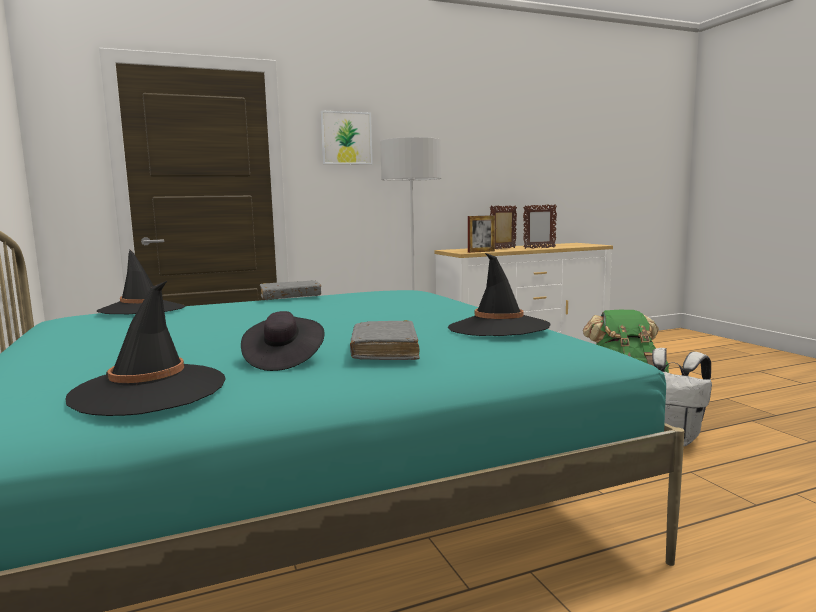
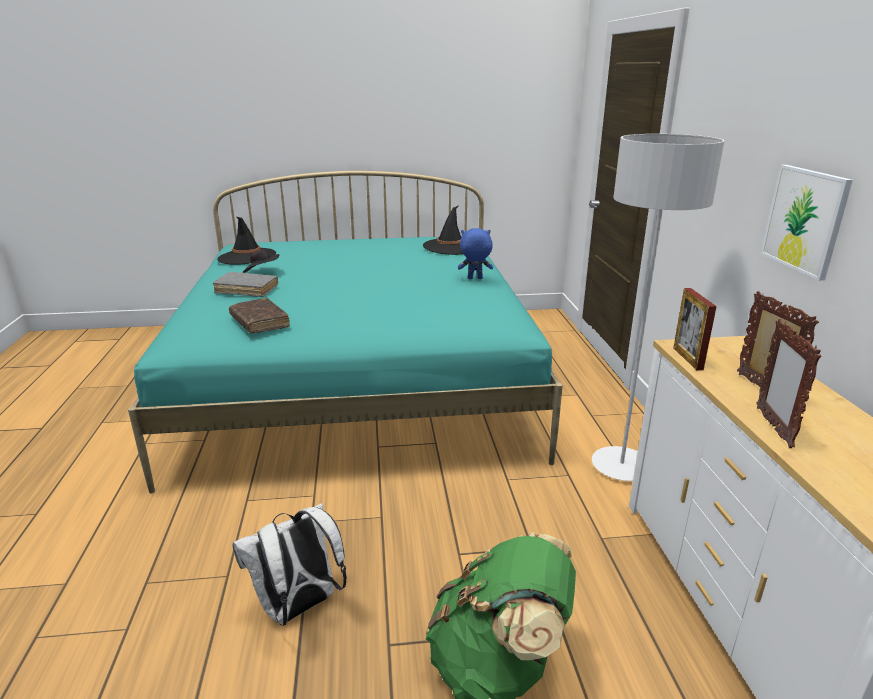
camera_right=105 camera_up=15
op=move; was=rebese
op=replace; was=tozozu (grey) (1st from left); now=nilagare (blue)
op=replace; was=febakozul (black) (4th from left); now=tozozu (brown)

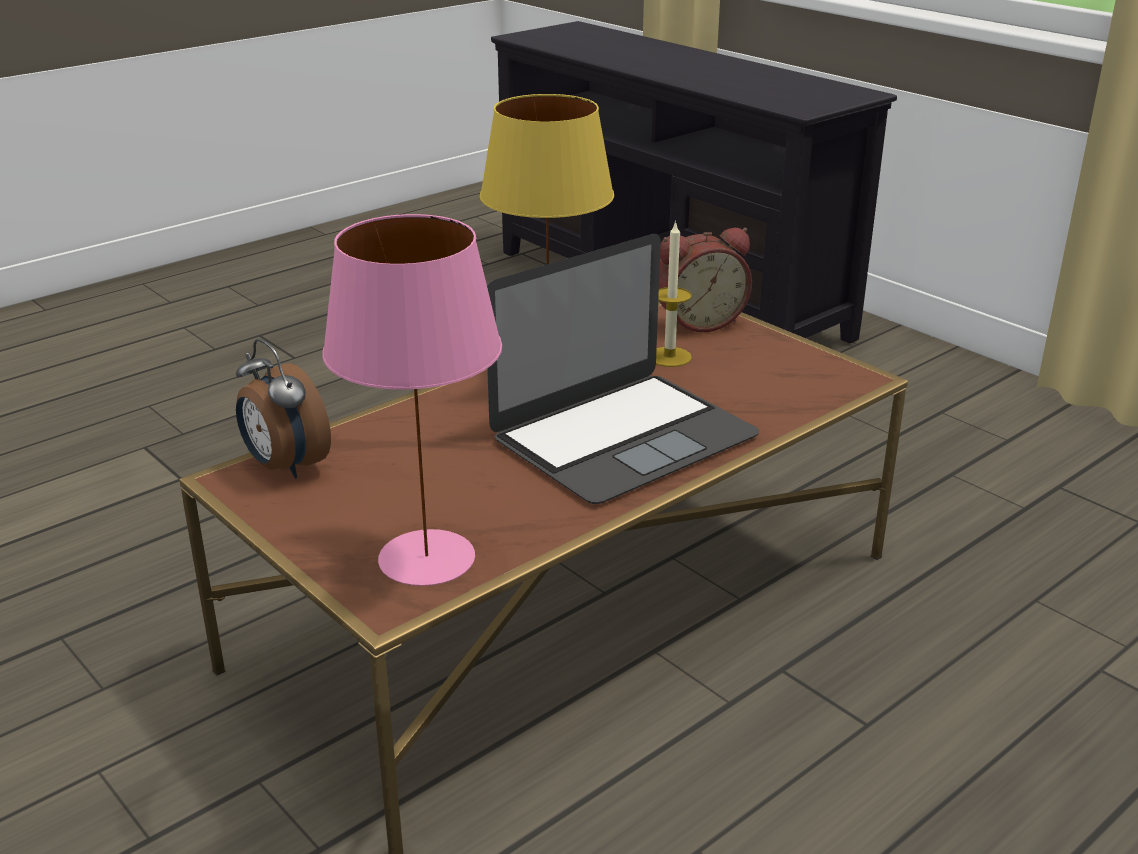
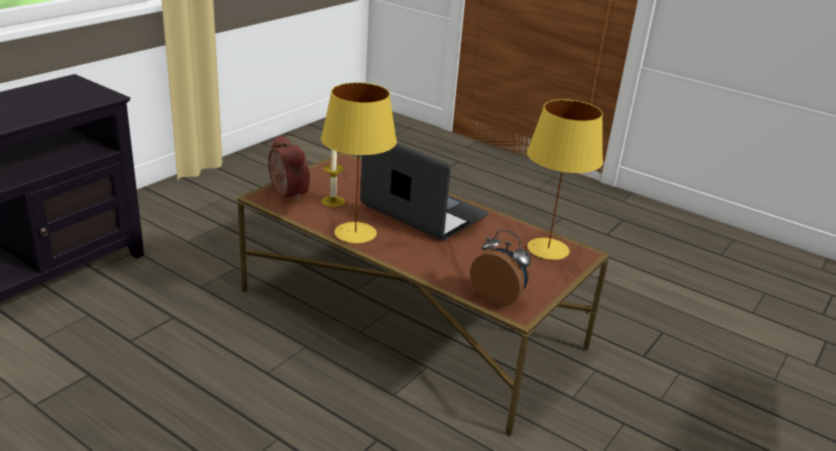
camera_right=-105 camera_up=0
op=recolor; was=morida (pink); now=morida (yellow) (2nd from left)
op=rotate; was=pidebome (1st from left in the first image); clockwise=-90

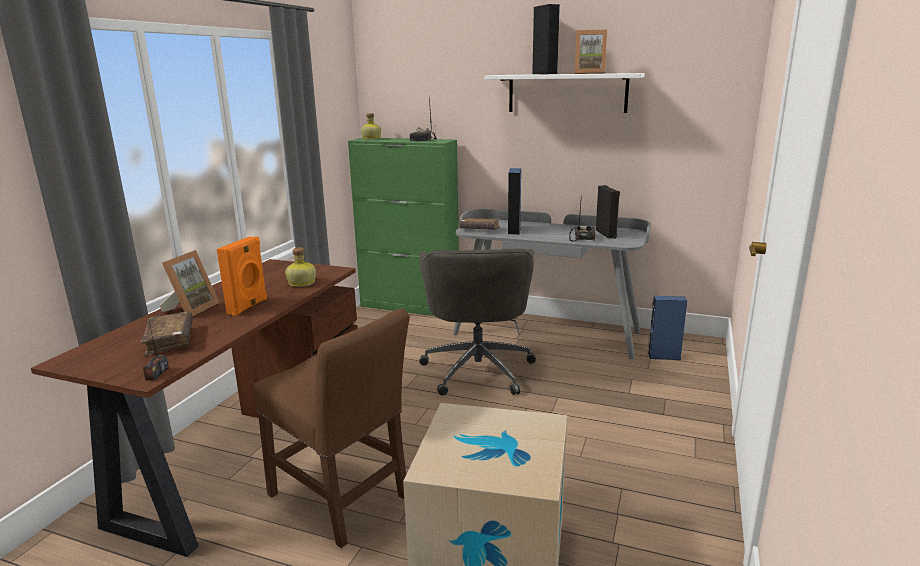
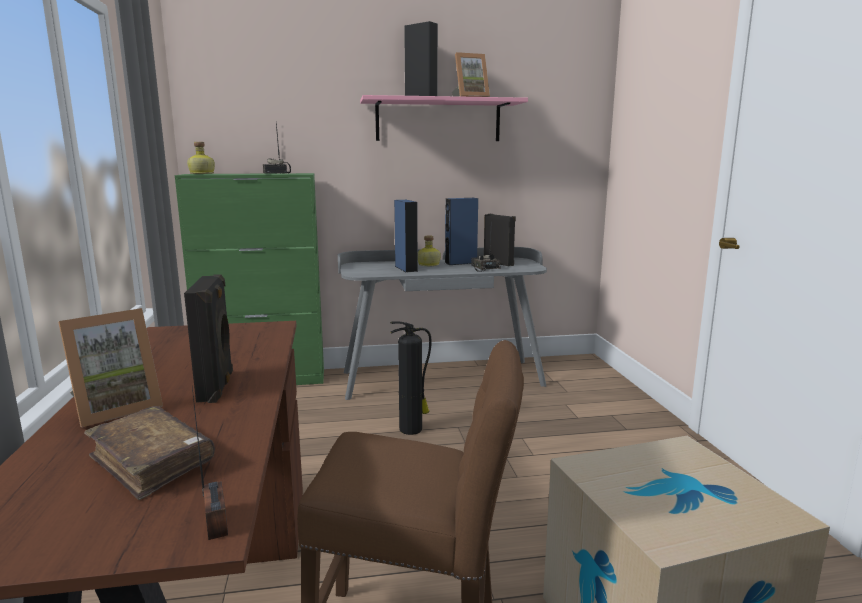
camera_right=-30 camera_up=-5
op=delete; was=tozozu (brown) (2nd from left)
op=move; was=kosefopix (1st from left in the first image); now=kosefopix (2nd from left)
op=move; was=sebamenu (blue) (2nd from left)
op=replace; was=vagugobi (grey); now=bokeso
op=recolor; was=sebamenu (orange); now=sebamenu (black) (1st from left)
op=recolor; was=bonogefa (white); now=bonogefa (pink)
op=rotate; was=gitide (1st from left); clockwise=60

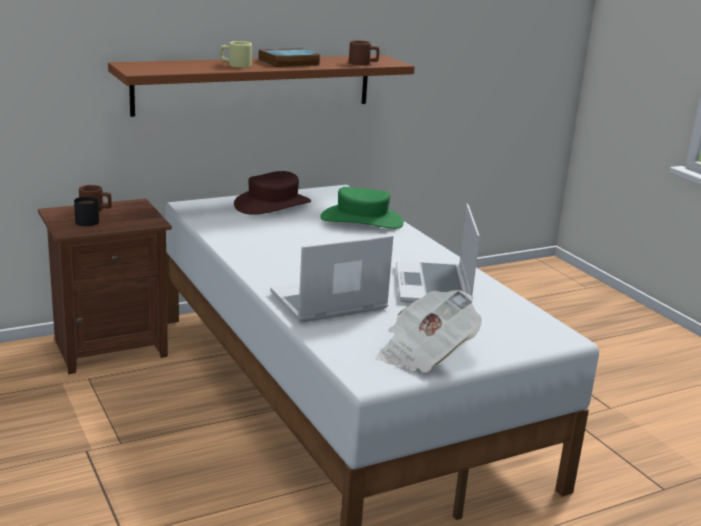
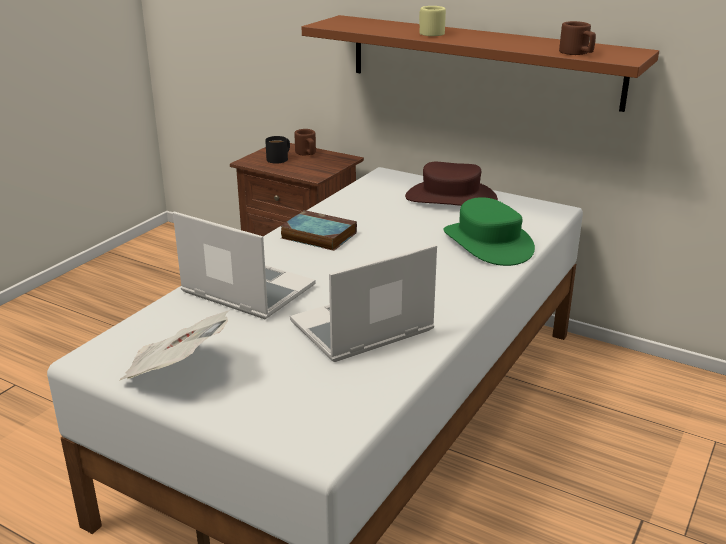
camera_right=60 camera_up=5
op=move; was=tozozu

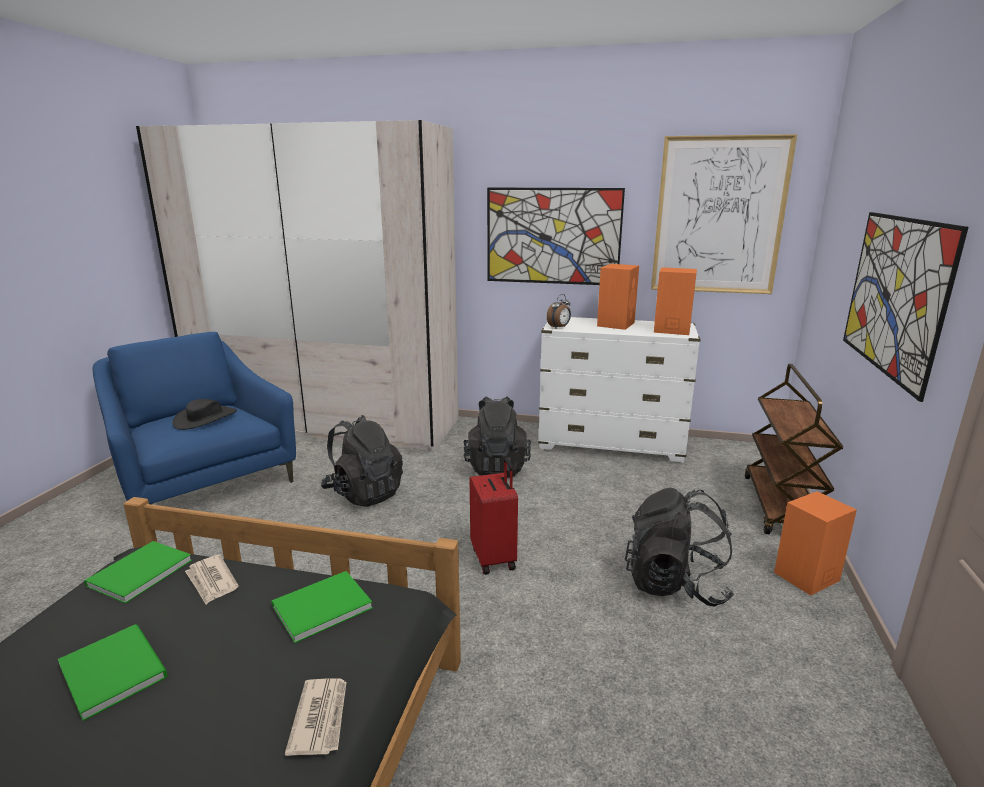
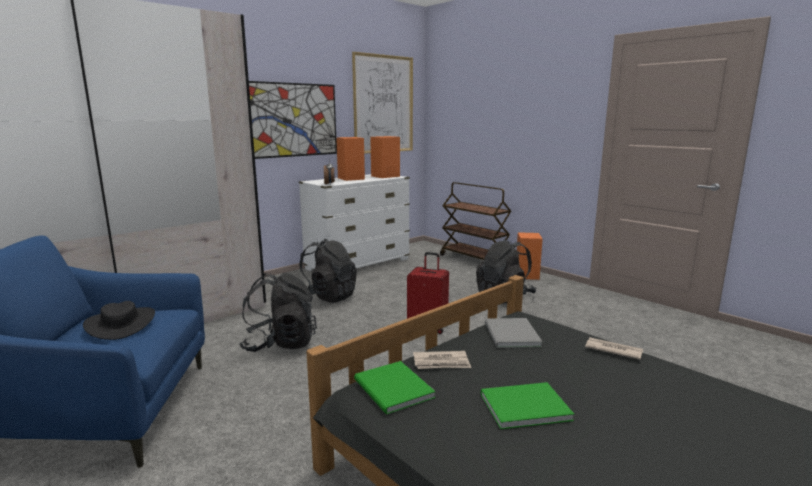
camera_right=-55 camera_up=-5
op=delete; was=rebese (3rd from left)
op=recolor; was=tozozu (green) (3rd from left); now=tozozu (grey)

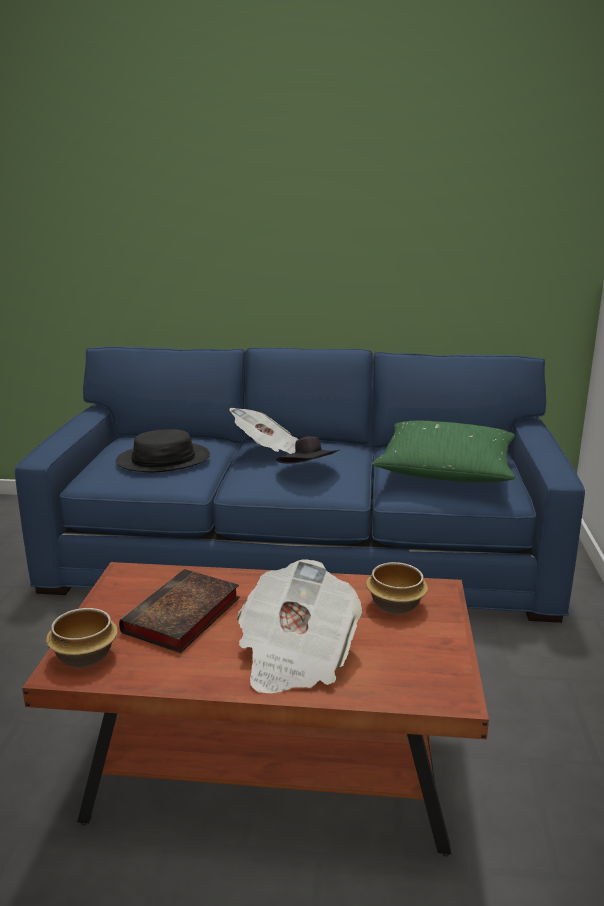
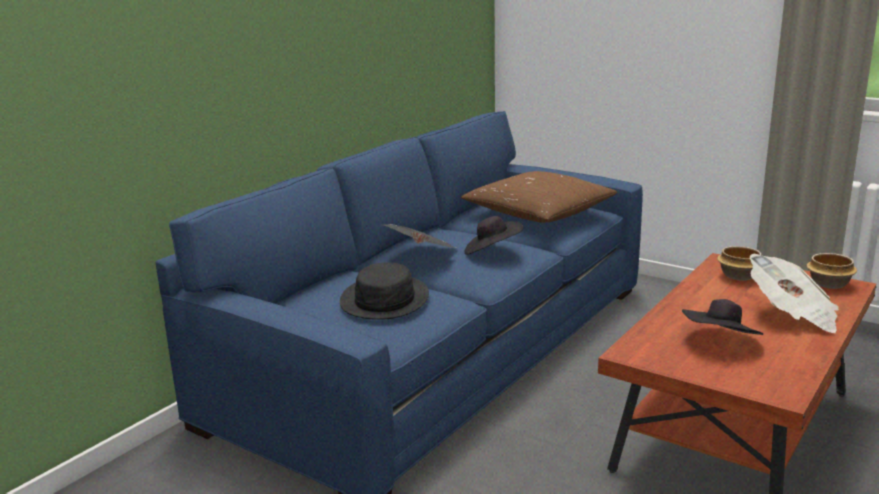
camera_right=-60 camera_up=0
op=move; was=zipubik (1st from left in the first image); now=zipubik (2nd from left)
op=replace; was=tozozu; now=febakozul (black) (3rd from left)
op=recolor; was=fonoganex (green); now=fonoganex (brown)

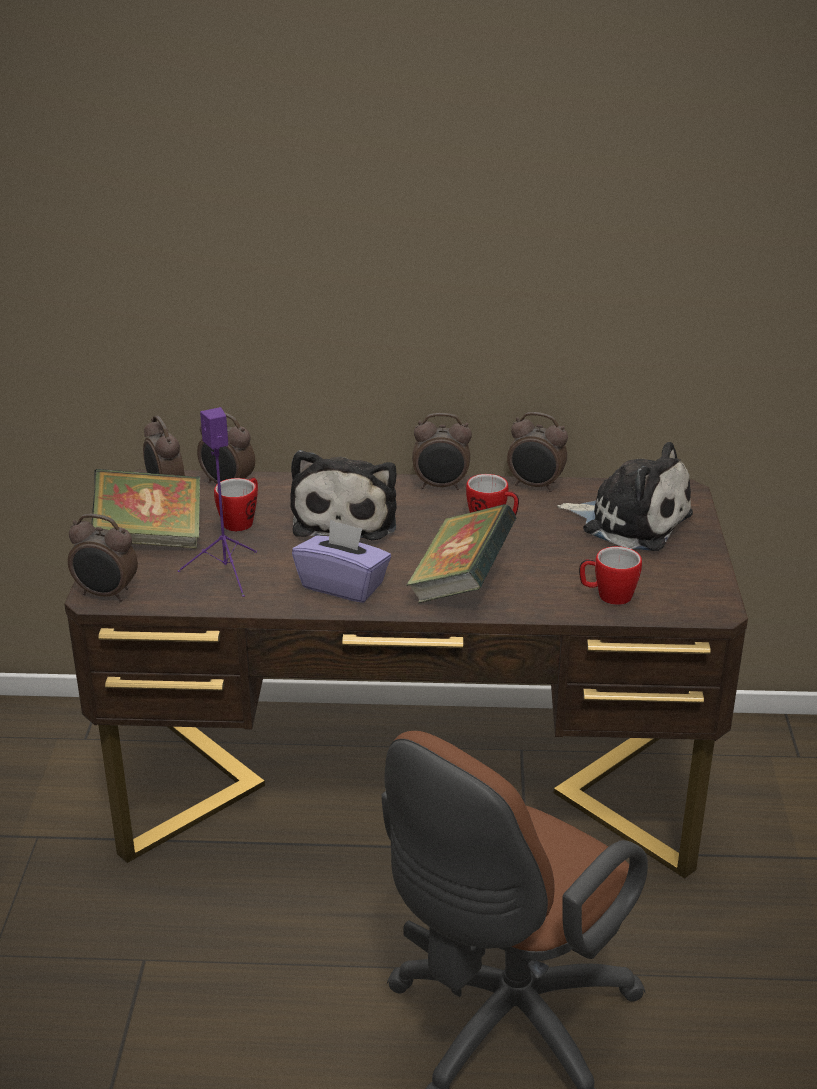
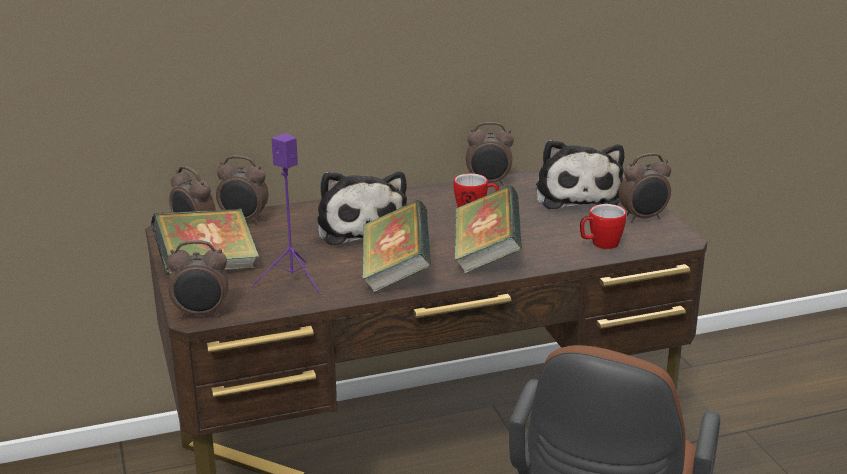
camera_right=-20 camera_up=-5
op=delete; was=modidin (1st from left)
op=move; was=pidebome (4th from left in the first image); now=pidebome (5th from left)
op=replace; was=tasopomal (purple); now=tozozu (2nd from left)
op=rotate; was=nilagare (2nd from left); clockwise=75

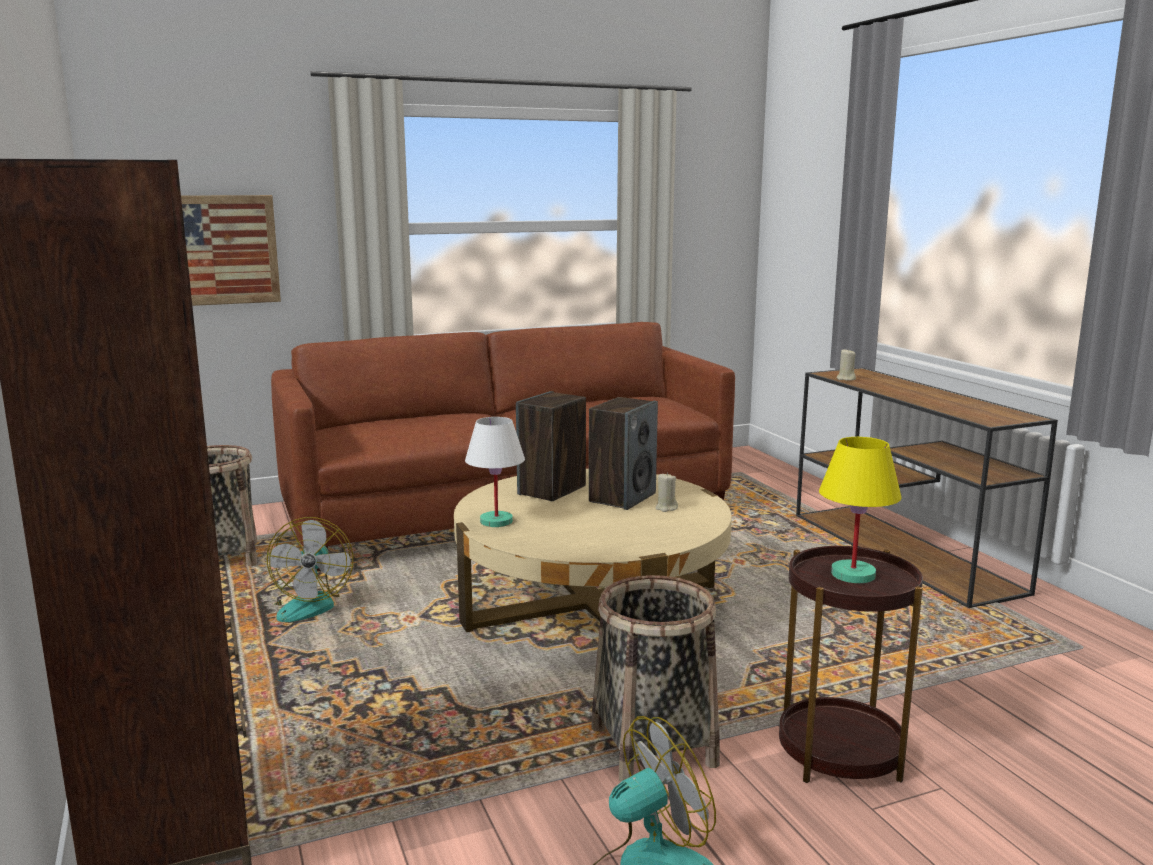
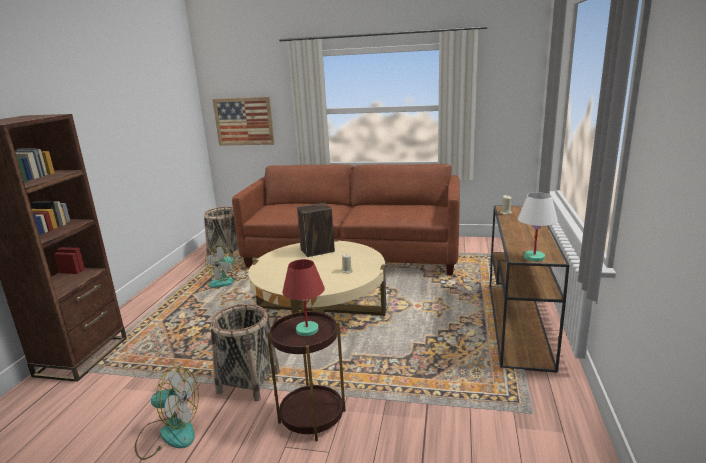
camera_right=35 camera_up=5
op=delete; was=sebamenu (2nd from left)
op=move; was=morida (white)
op=recolor; was=morida (yellow); now=morida (red)

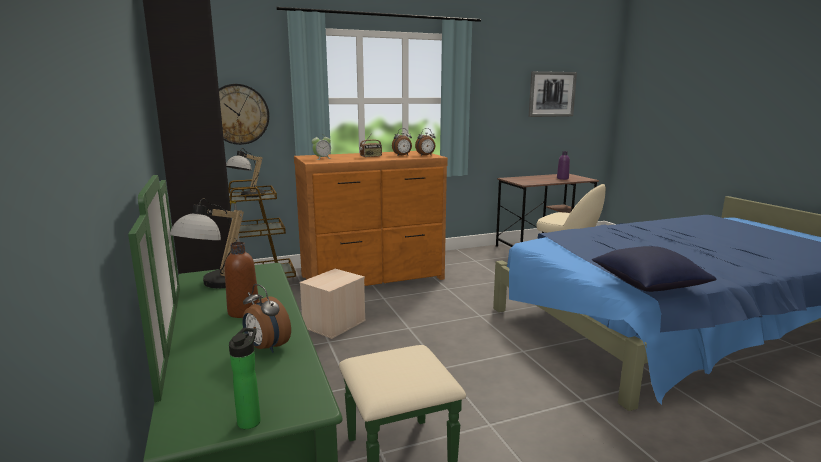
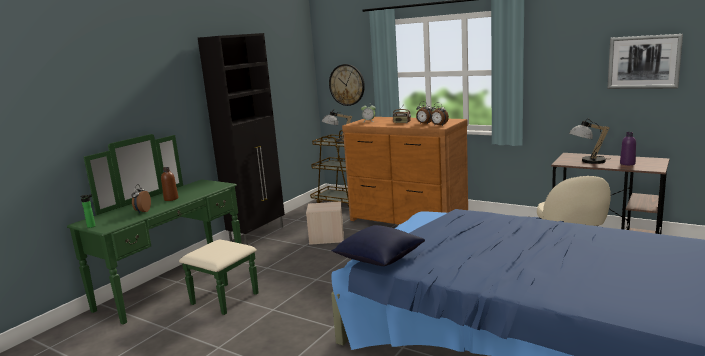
camera_right=55 camera_up=0
op=move; was=morida (1st from left in the first image); now=morida (2nd from left)

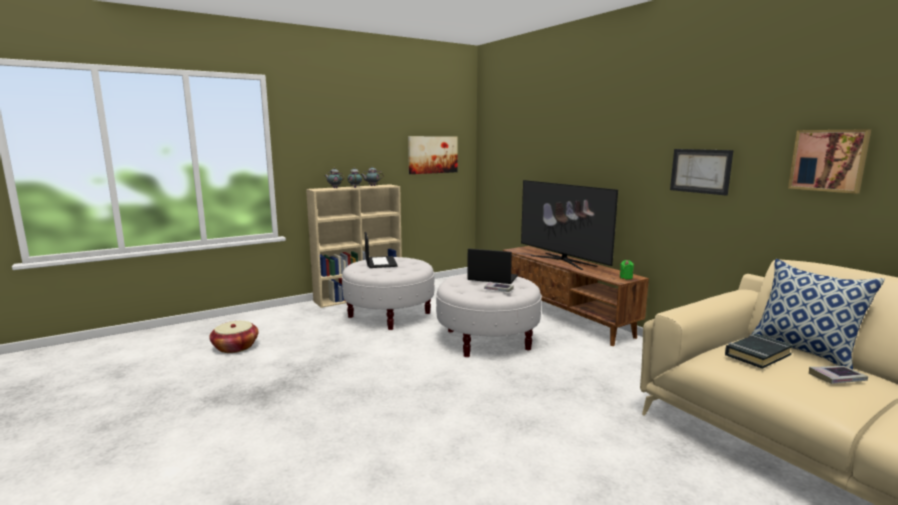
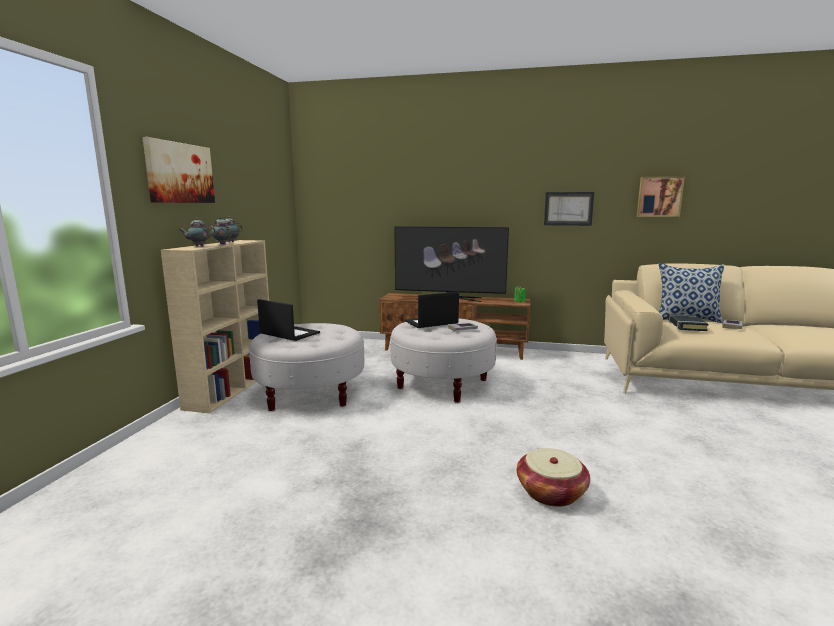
camera_right=-45 camera_up=0
op=move; was=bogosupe
op=move; was=rebese (1st from left)

